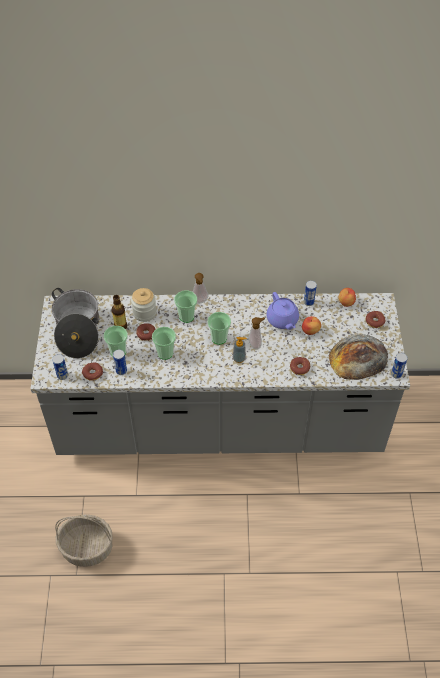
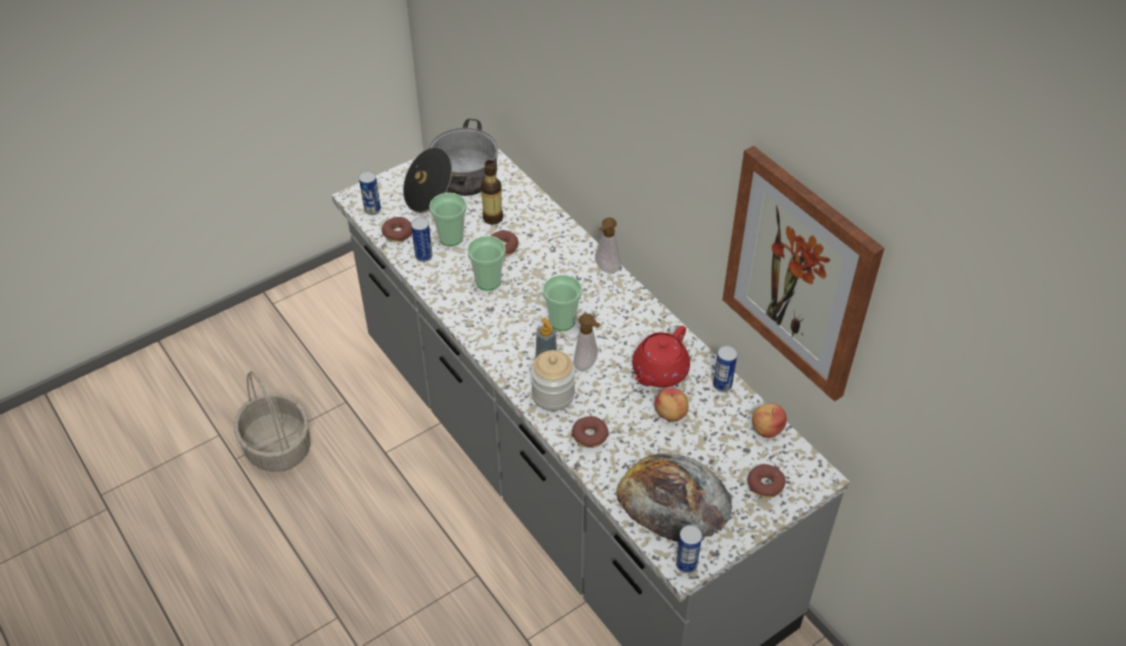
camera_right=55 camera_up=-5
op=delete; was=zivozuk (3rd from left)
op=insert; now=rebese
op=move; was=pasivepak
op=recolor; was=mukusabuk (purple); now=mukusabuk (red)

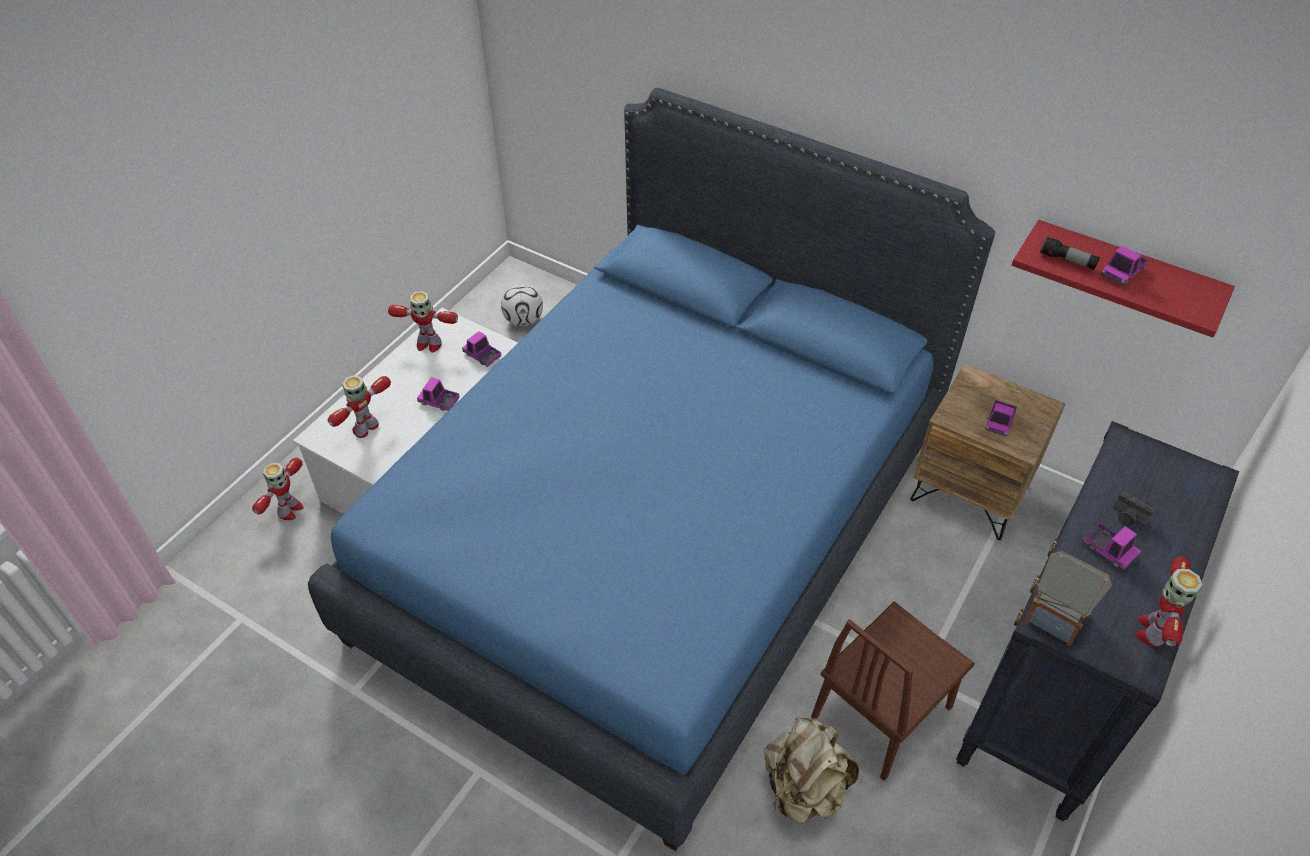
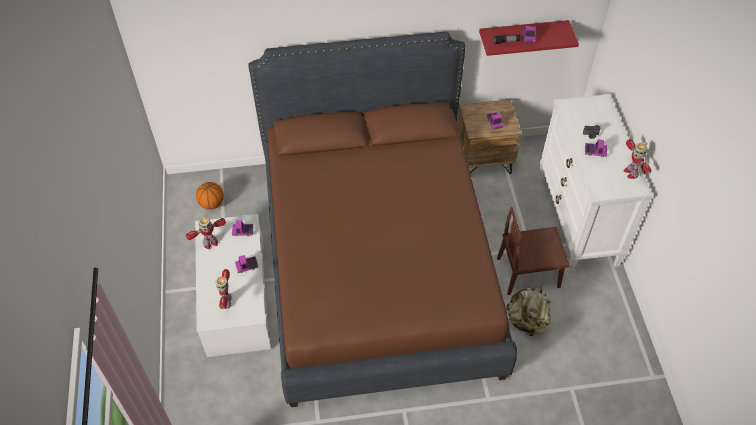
camera_right=-40 camera_up=5
op=delete; was=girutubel (1st from left)
op=delete; was=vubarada
op=replace; was=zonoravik; now=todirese
op=recolor; was=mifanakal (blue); now=mifanakal (brown)
op=recolor; was=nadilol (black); now=nadilol (white)
op=rotate; was=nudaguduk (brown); clockwise=75

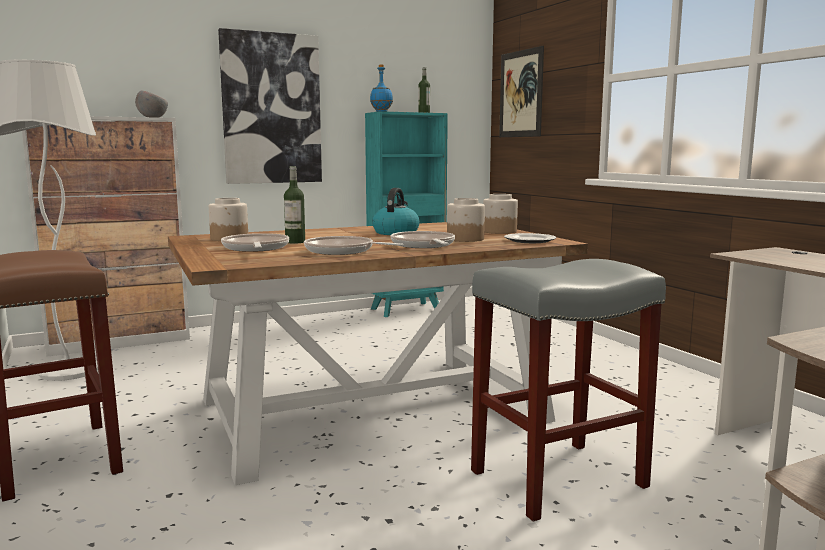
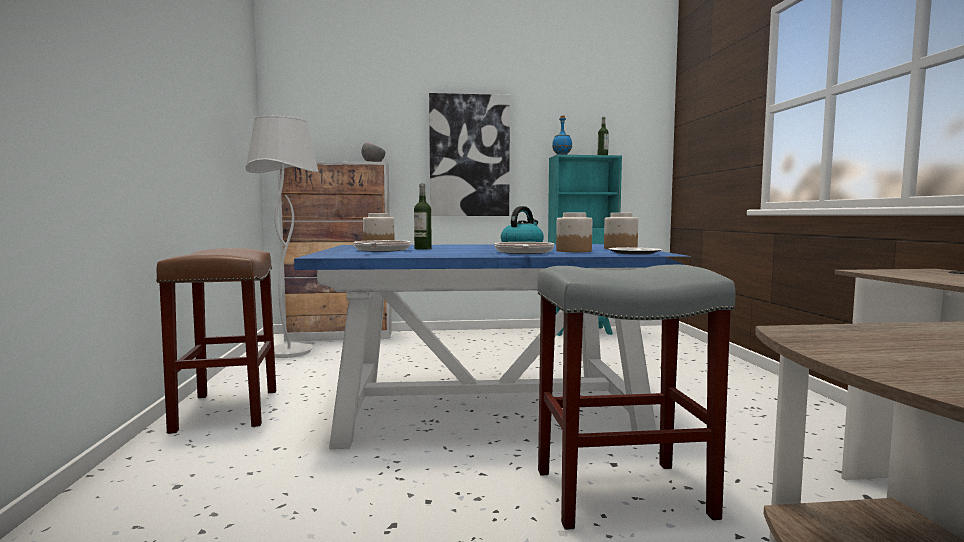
camera_right=20 camera_up=-5
op=delete; was=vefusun (2nd from left)
op=delete; was=rebese (2nd from left)
op=recolor; was=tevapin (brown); now=tevapin (blue)

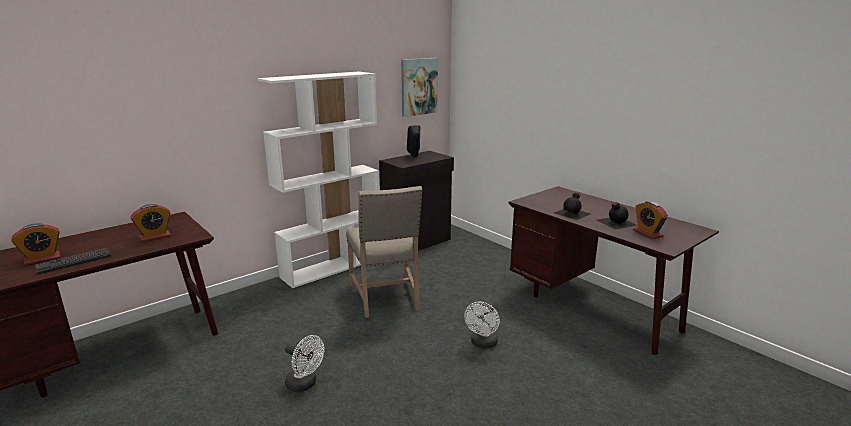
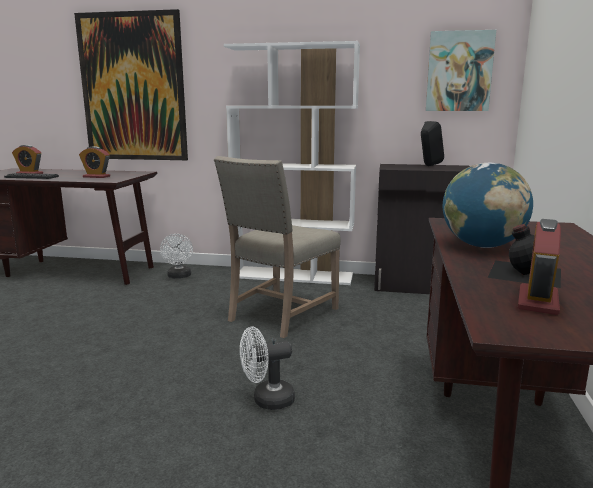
camera_right=50 camera_up=-5
op=insert; now=rebese (1st from left)
op=move; was=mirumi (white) (1st from left)
op=replace; was=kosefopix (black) (1st from left); now=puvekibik

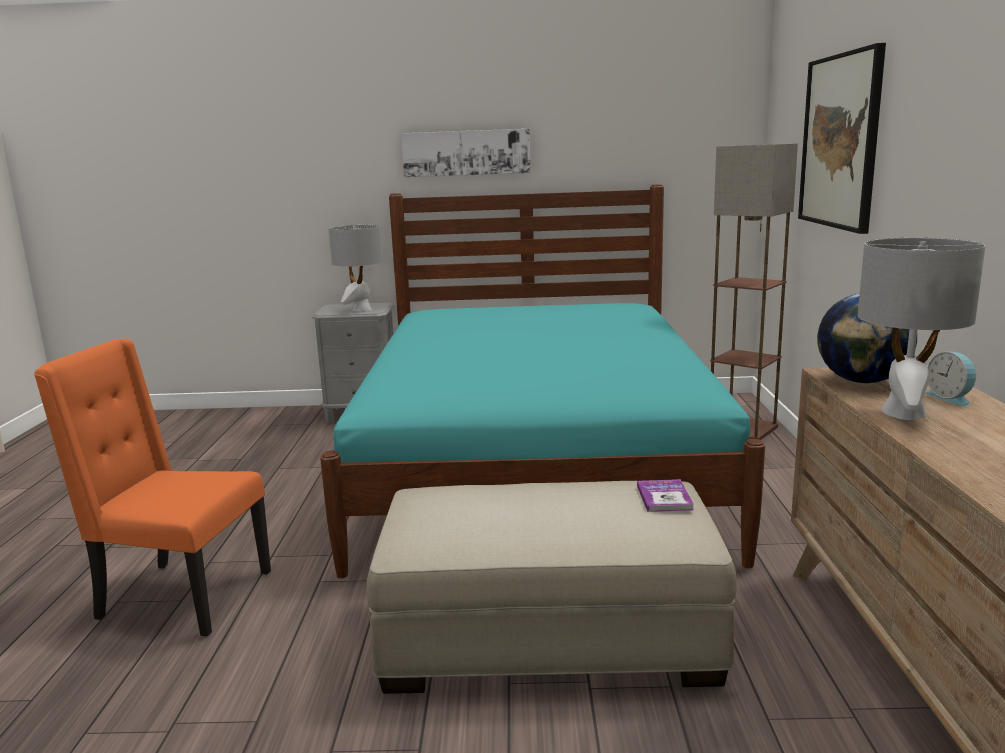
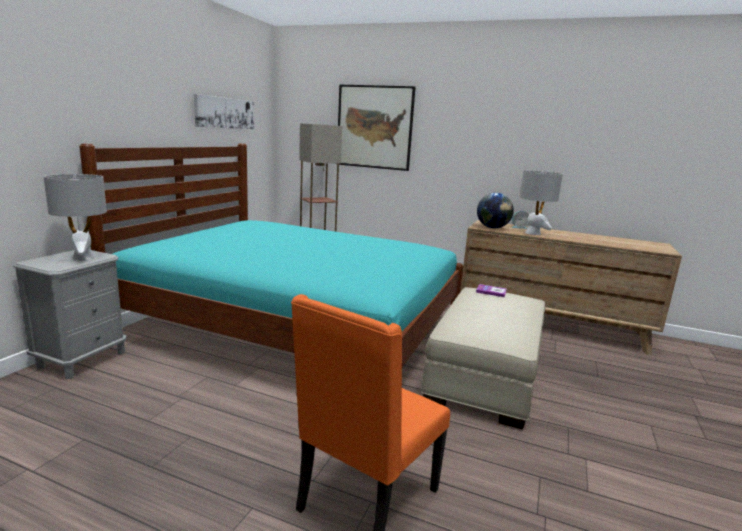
camera_right=-70 camera_up=0
op=move; was=rebese (1st from left)

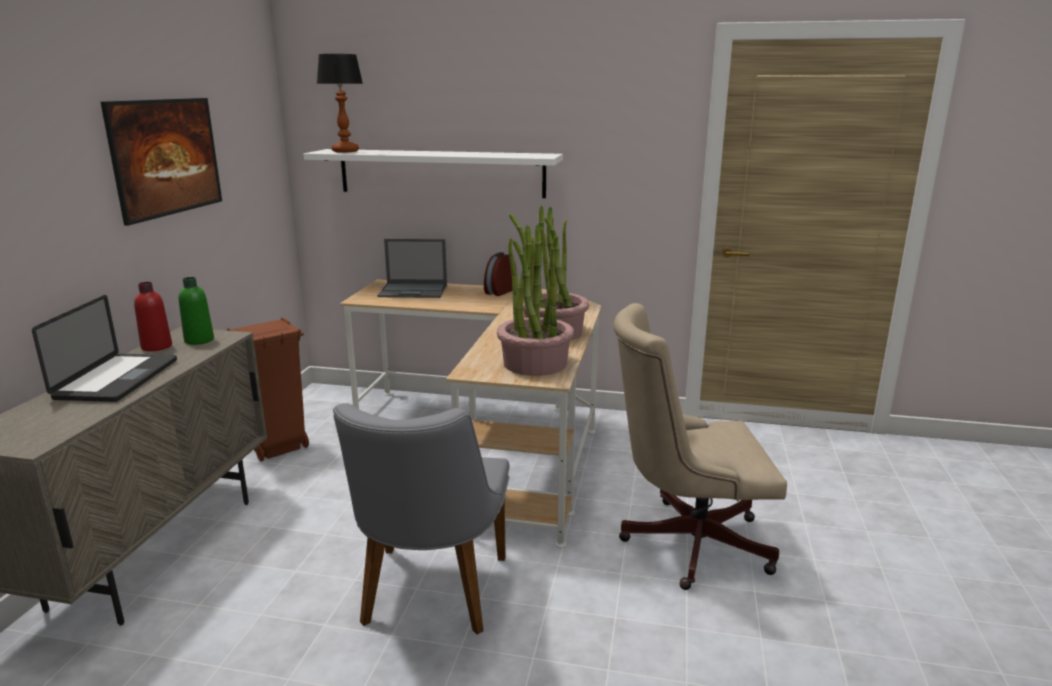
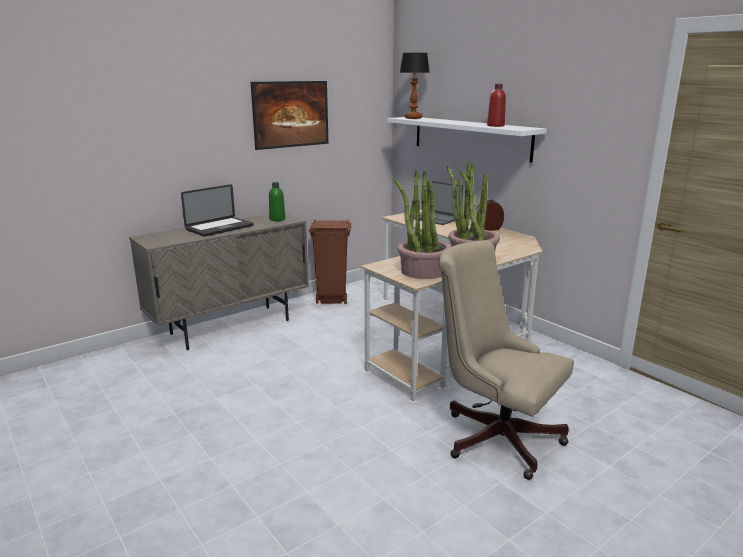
camera_right=40 camera_up=0
op=delete; was=nudaguduk (grey)
op=move; was=kosefopix (red)

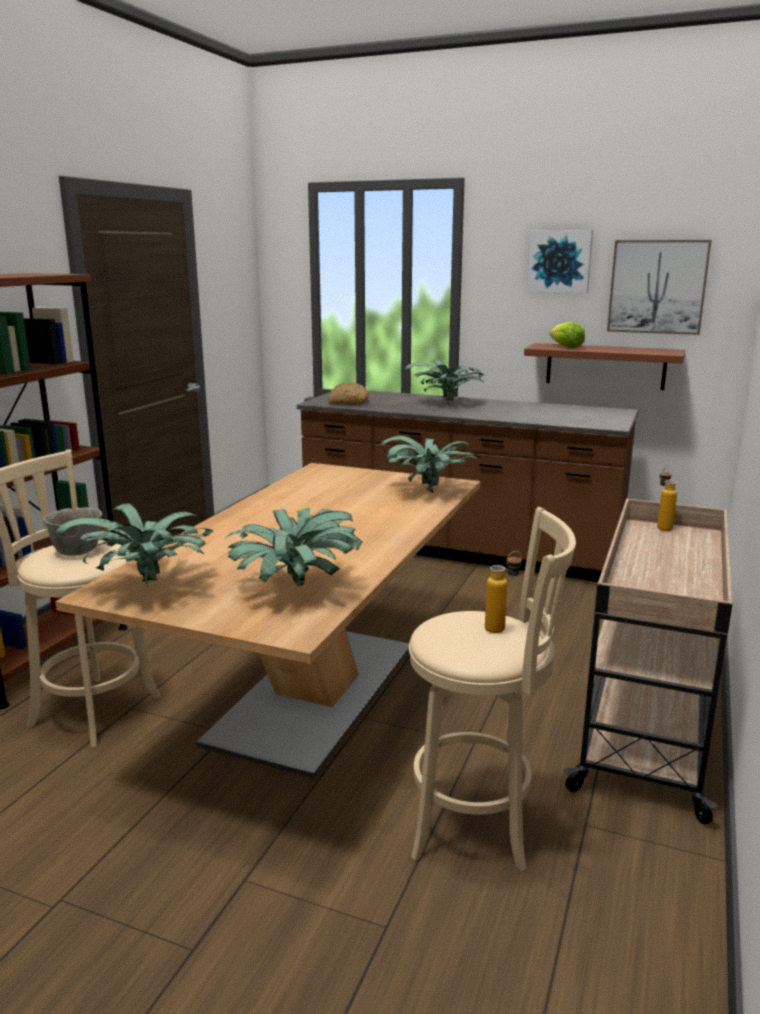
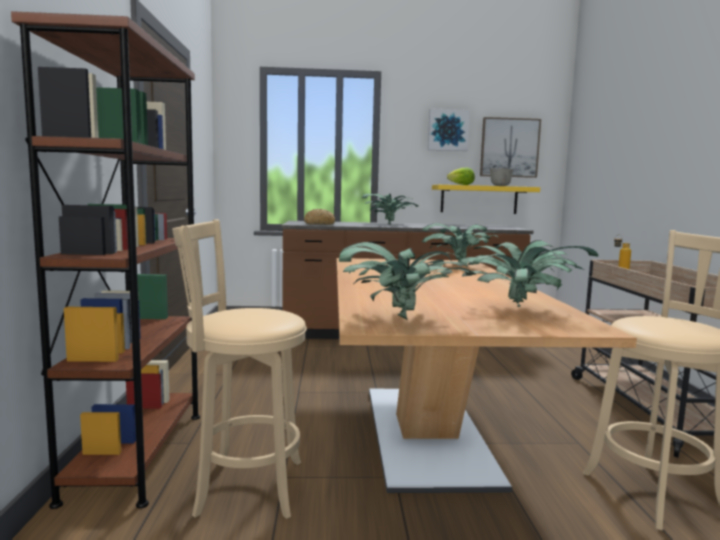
camera_right=-25 camera_up=-10
op=delete; was=kosefopix (1st from left)
op=move; was=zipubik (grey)
op=recolor; was=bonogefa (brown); now=bonogefa (yellow)

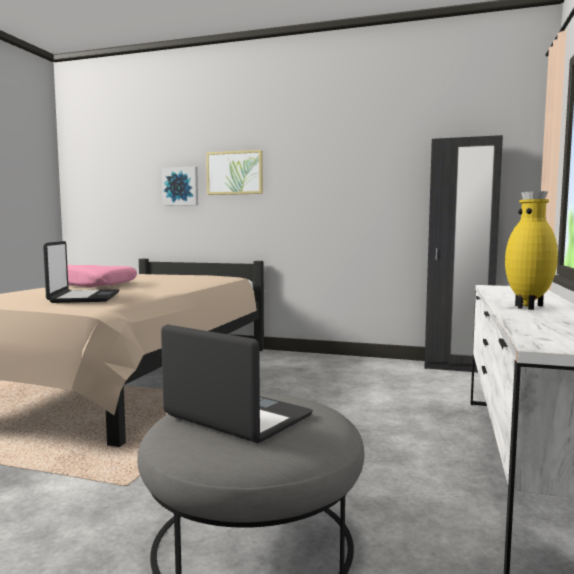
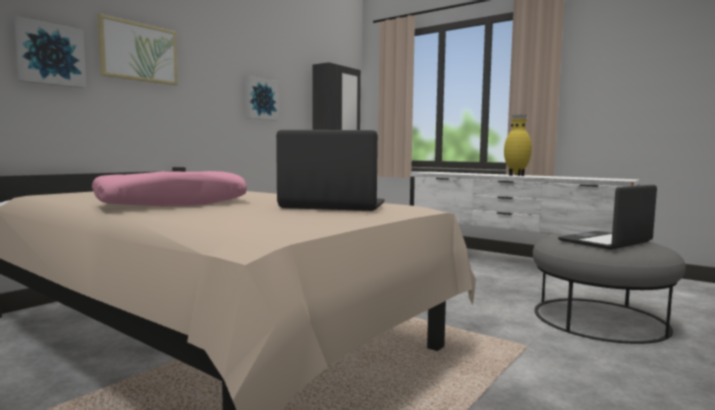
camera_right=-70 camera_up=0
op=insert; now=rebese (3rd from left)

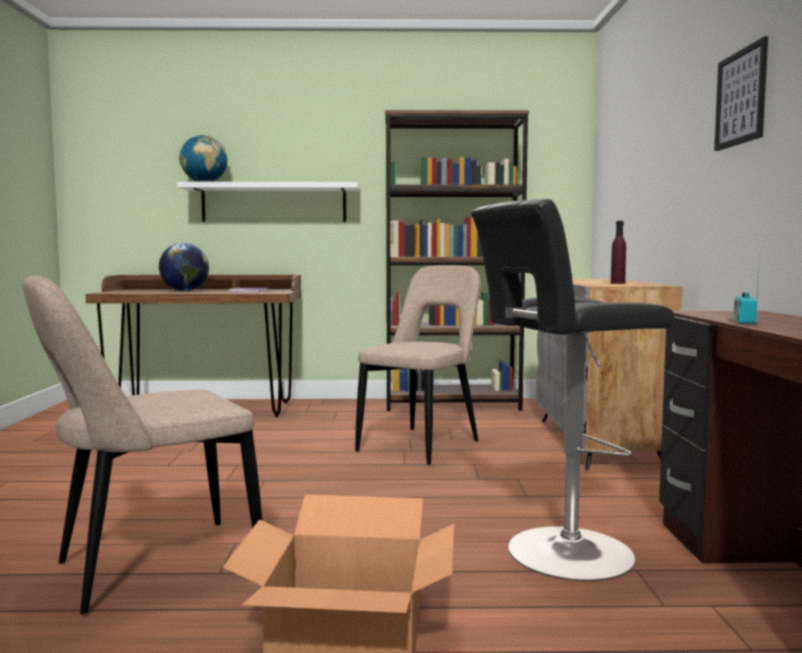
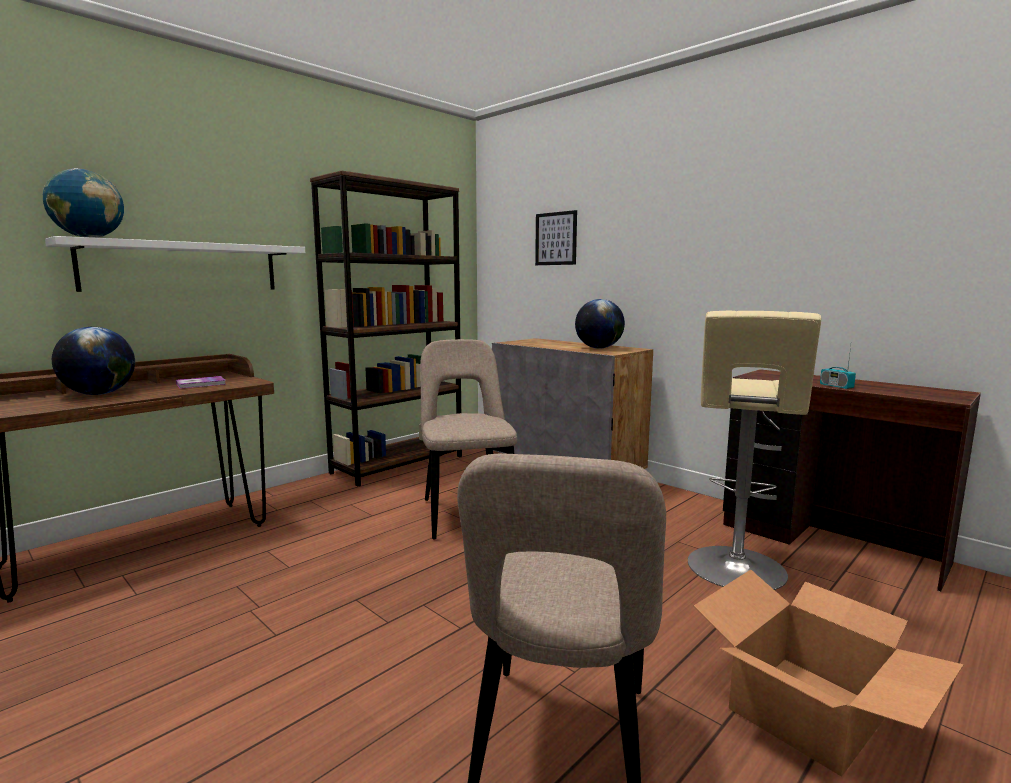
camera_right=-45 camera_up=5
op=move; was=rebese
op=replace; was=kosefopix (purple); now=puvekibik (3rd from left)
op=recolor; was=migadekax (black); now=migadekax (beige)

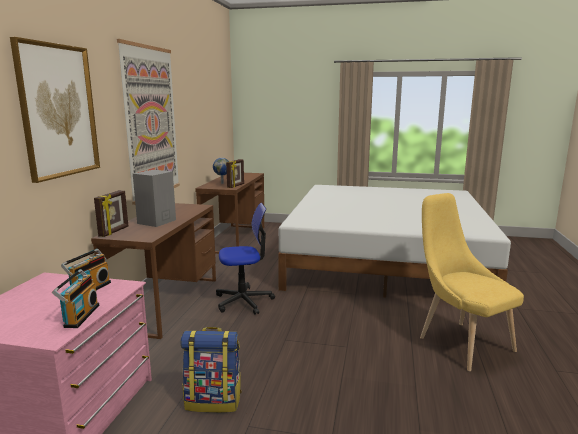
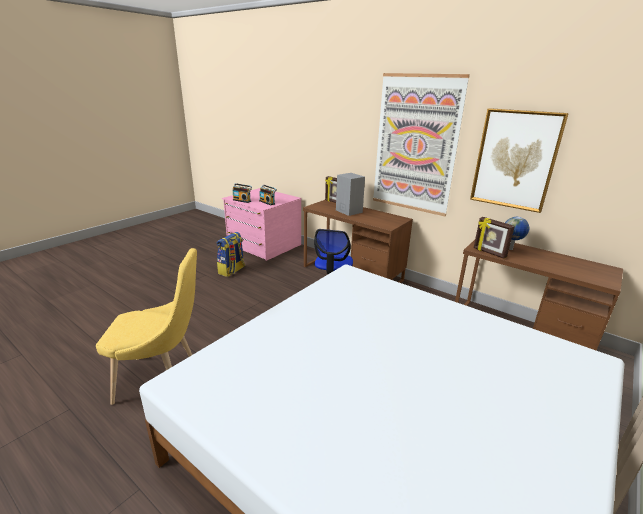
camera_right=115 camera_up=10
op=move; was=rebese (1st from left in the first image); now=rebese (2nd from left)

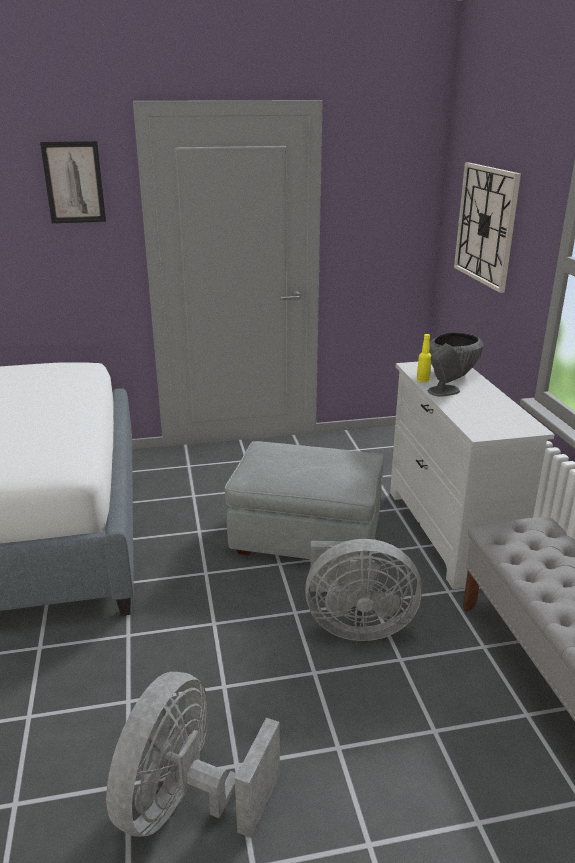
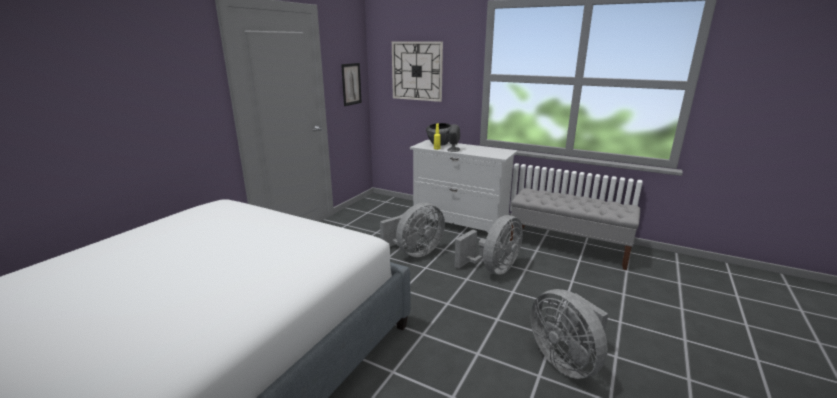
camera_right=-50 camera_up=-5
op=move; was=rebese
op=replace; was=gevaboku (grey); now=mirumi (grey) (1st from left)

